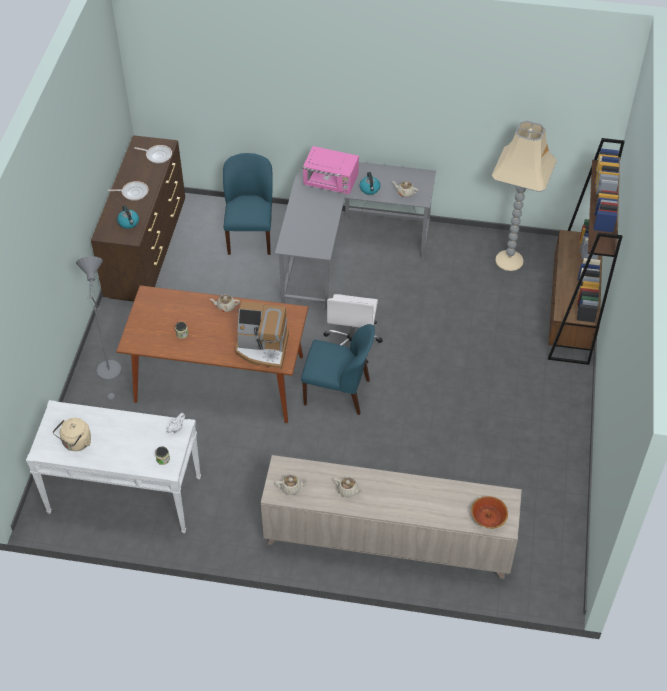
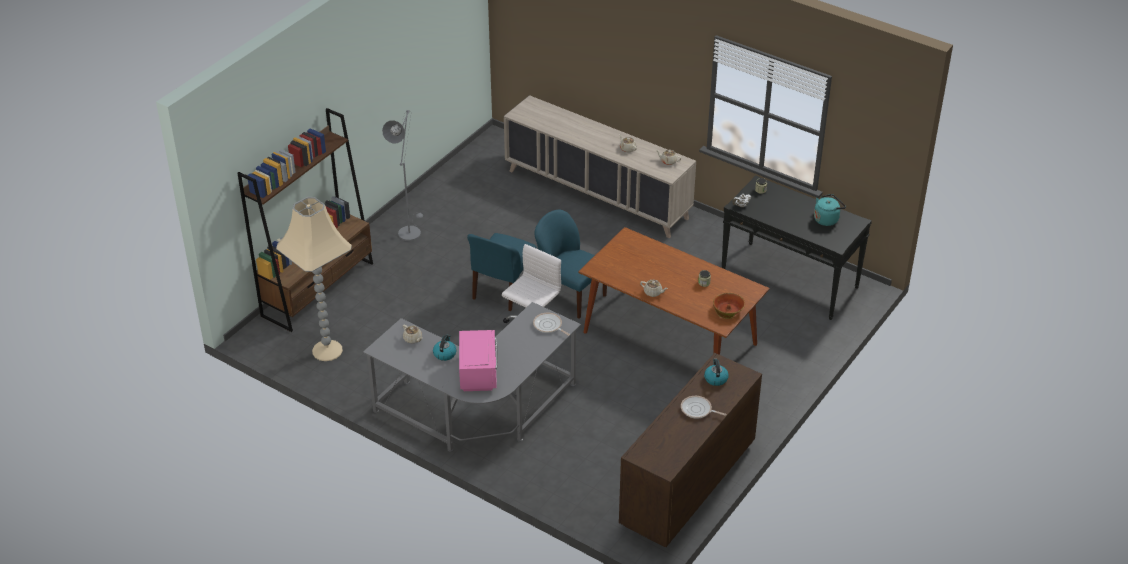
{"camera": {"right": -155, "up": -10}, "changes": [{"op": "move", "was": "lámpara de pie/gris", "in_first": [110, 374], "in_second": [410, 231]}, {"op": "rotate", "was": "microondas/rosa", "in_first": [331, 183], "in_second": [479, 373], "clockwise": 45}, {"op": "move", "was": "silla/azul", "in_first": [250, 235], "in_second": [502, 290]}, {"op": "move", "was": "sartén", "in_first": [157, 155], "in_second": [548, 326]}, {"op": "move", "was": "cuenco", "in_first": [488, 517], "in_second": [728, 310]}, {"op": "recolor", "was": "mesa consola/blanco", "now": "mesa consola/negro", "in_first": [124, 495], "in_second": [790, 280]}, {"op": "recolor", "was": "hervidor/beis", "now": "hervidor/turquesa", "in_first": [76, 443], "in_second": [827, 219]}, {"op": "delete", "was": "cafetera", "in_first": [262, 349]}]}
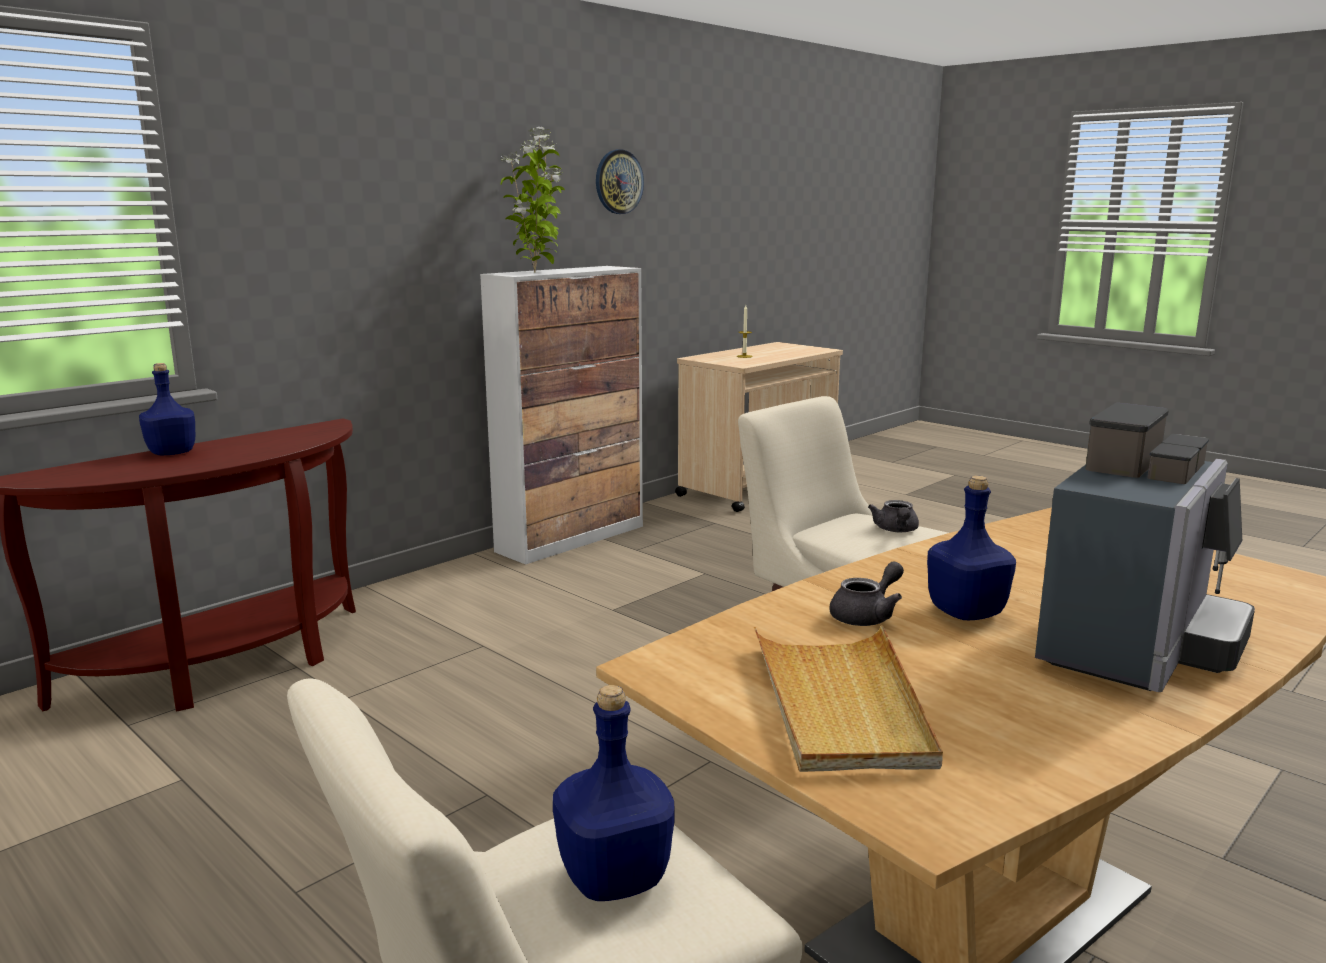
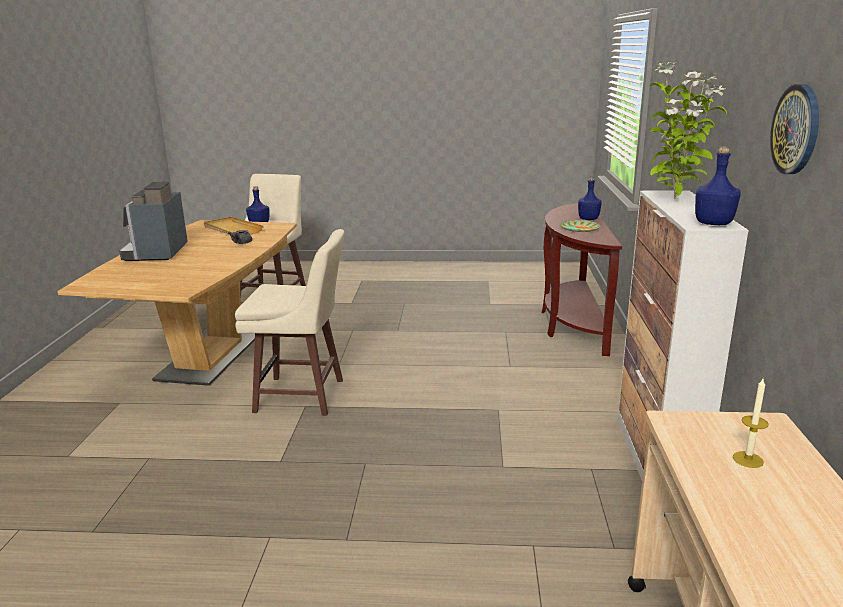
{"camera": {"right": 140, "up": 5}, "changes": [{"op": "insert", "now": "plato", "in_second": [579, 229]}, {"op": "move", "was": "botella/azul", "in_first": [965, 613], "in_second": [713, 223]}, {"op": "delete", "was": "tetera/gris", "in_first": [896, 530]}]}
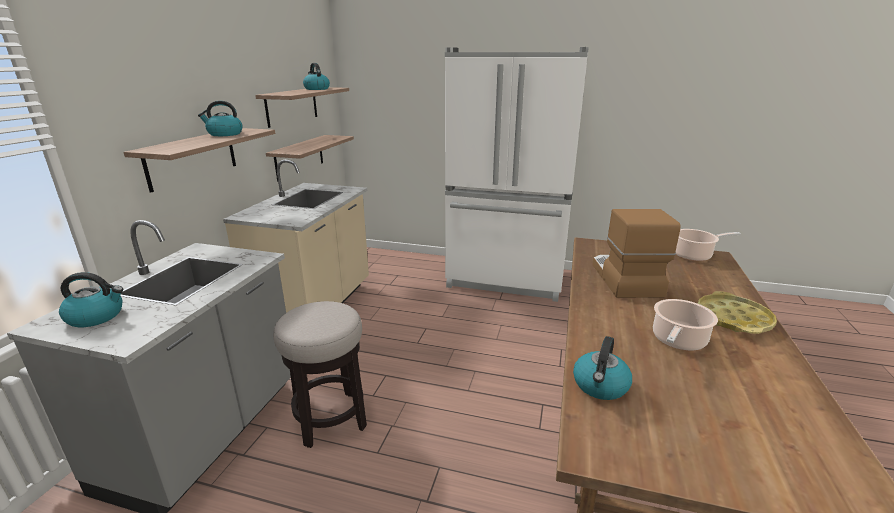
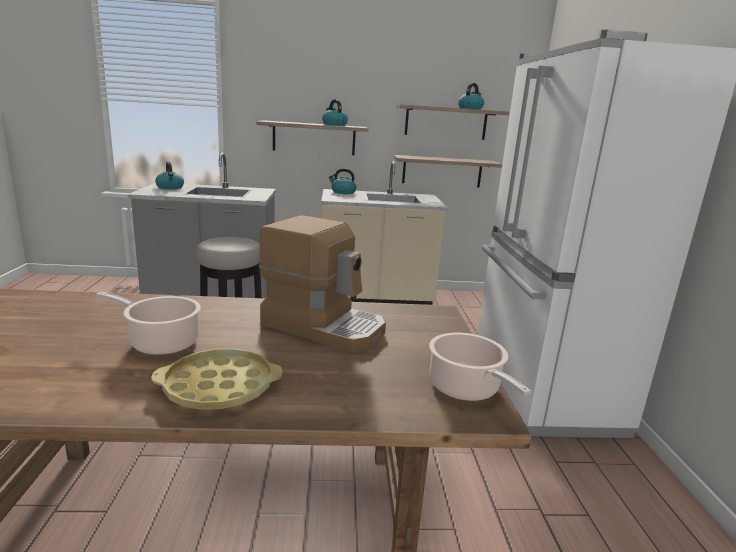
{"camera": {"right": 70, "up": -5}, "changes": [{"op": "rotate", "was": "cafetera", "in_first": [624, 279], "in_second": [324, 326], "clockwise": 45}, {"op": "move", "was": "hervidor", "in_first": [600, 386], "in_second": [343, 192]}]}
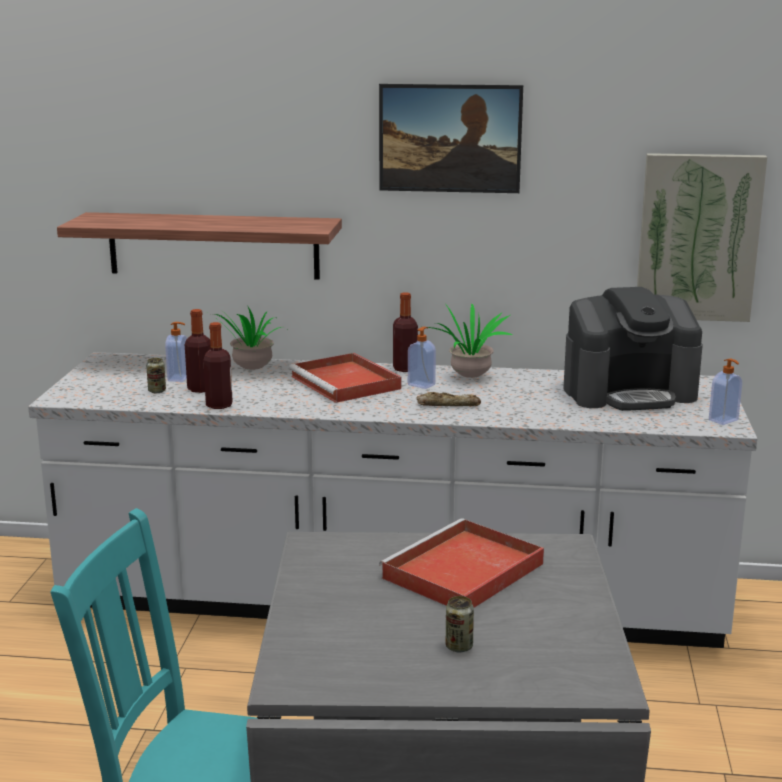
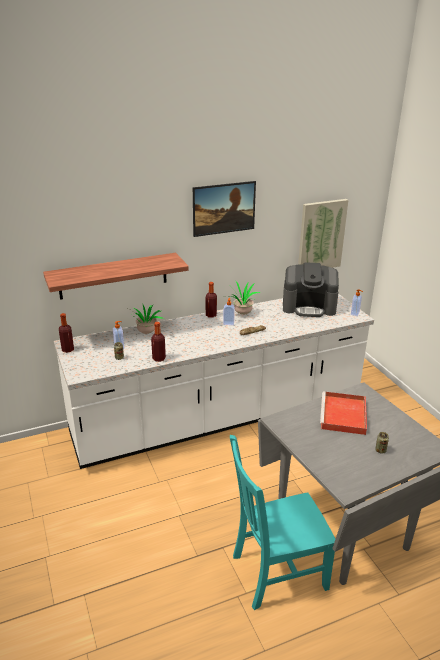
{"camera": {"right": -30, "up": 10}, "changes": [{"op": "move", "was": "botella", "in_first": [200, 389], "in_second": [67, 349]}, {"op": "rotate", "was": "cafetera", "in_first": [629, 392], "in_second": [309, 307], "clockwise": 45}, {"op": "delete", "was": "bandeja/rojo", "in_first": [347, 383]}]}
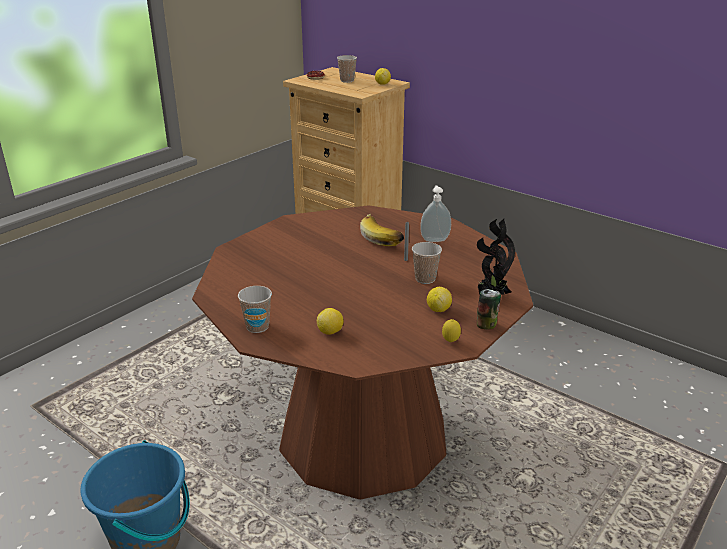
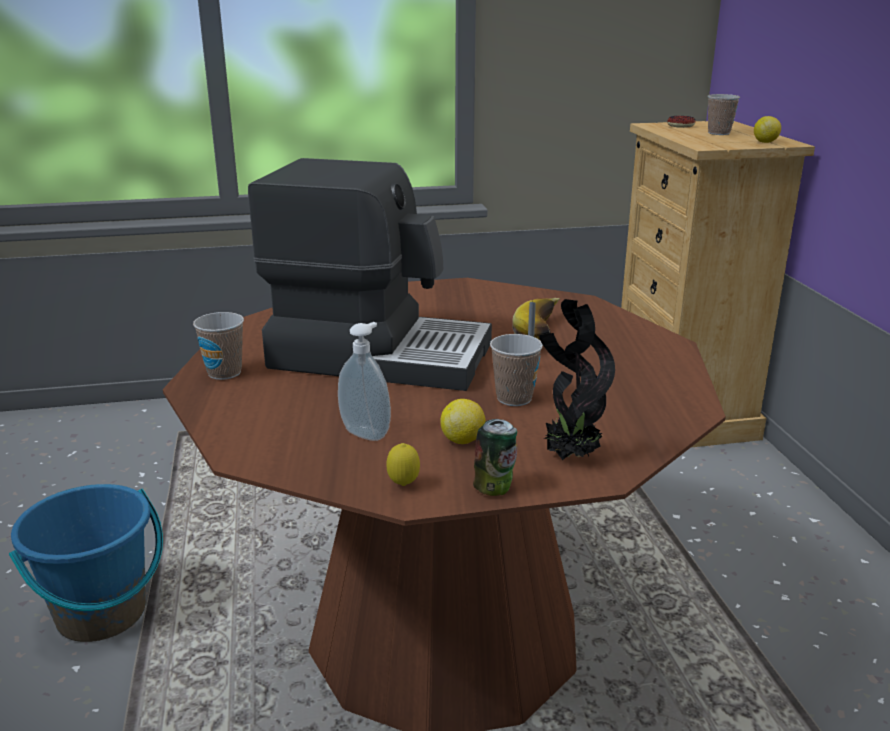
{"camera": {"right": 40, "up": -5}, "changes": [{"op": "insert", "now": "cafetera", "in_second": [379, 354]}, {"op": "move", "was": "dispensador de jabón", "in_first": [434, 239], "in_second": [367, 433]}, {"op": "delete", "was": "limón", "in_first": [330, 332]}]}
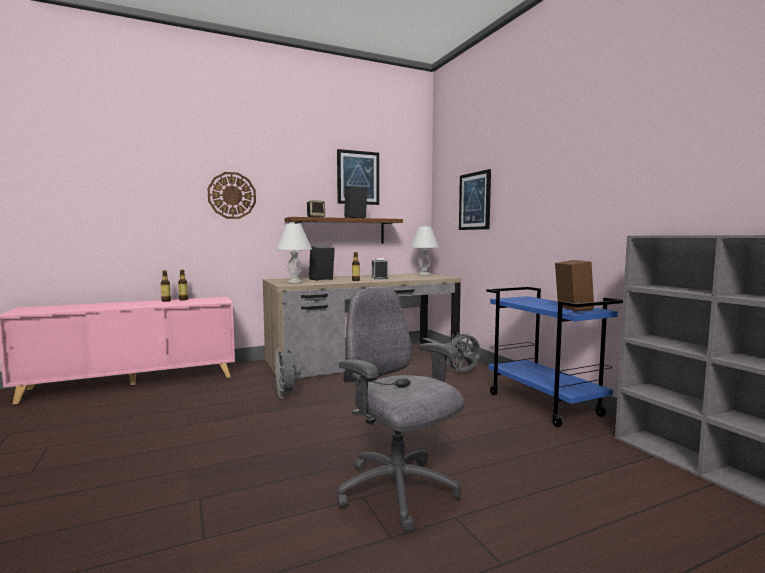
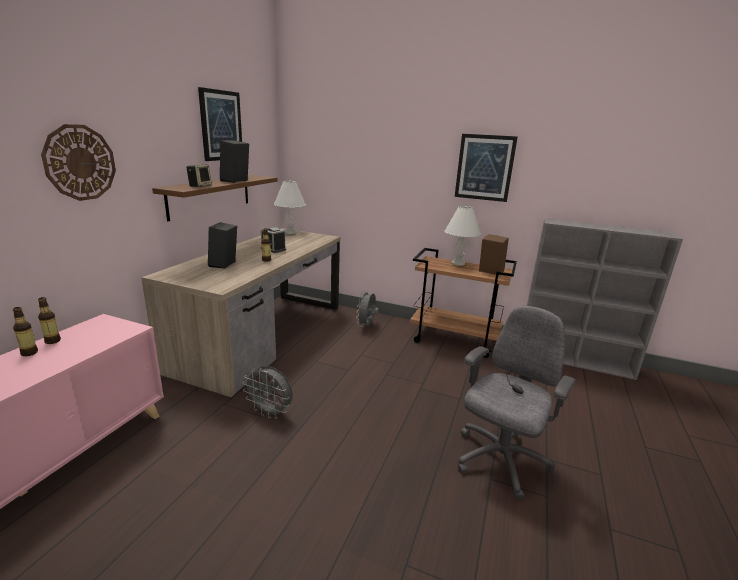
{"camera": {"right": -45, "up": 15}, "changes": [{"op": "recolor", "was": "carrito/azul", "now": "carrito/marrón", "in_first": [545, 405], "in_second": [455, 340]}, {"op": "move", "was": "lámpara de mesa/blanco", "in_first": [294, 282], "in_second": [458, 263]}, {"op": "move", "was": "cuadro", "in_first": [475, 201], "in_second": [484, 167]}, {"op": "rotate", "was": "silla de oficina/gris", "in_first": [398, 492], "in_second": [499, 460], "clockwise": 120}]}
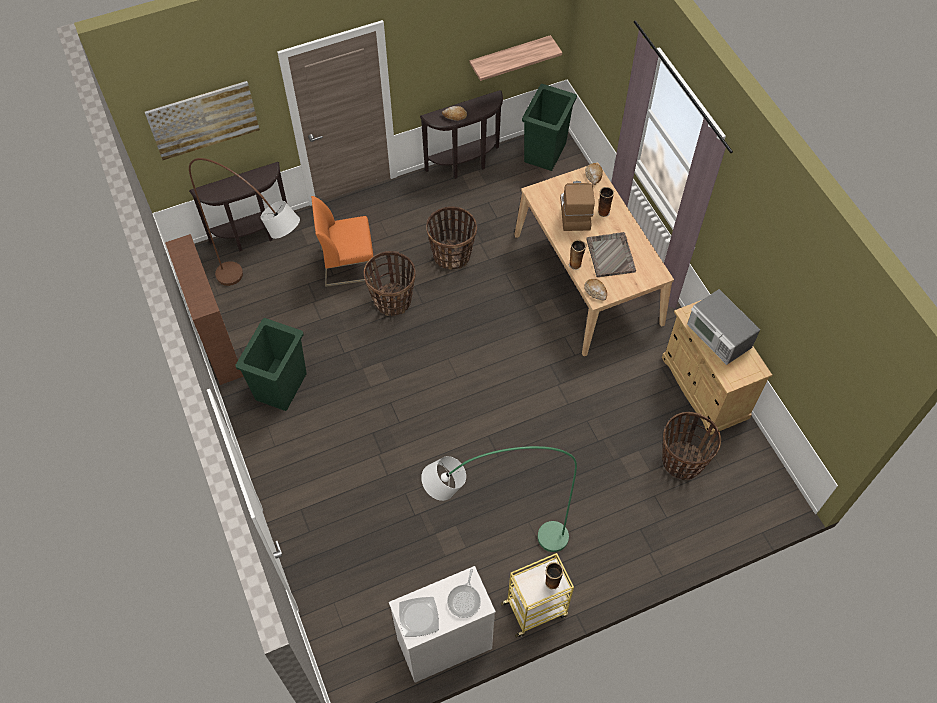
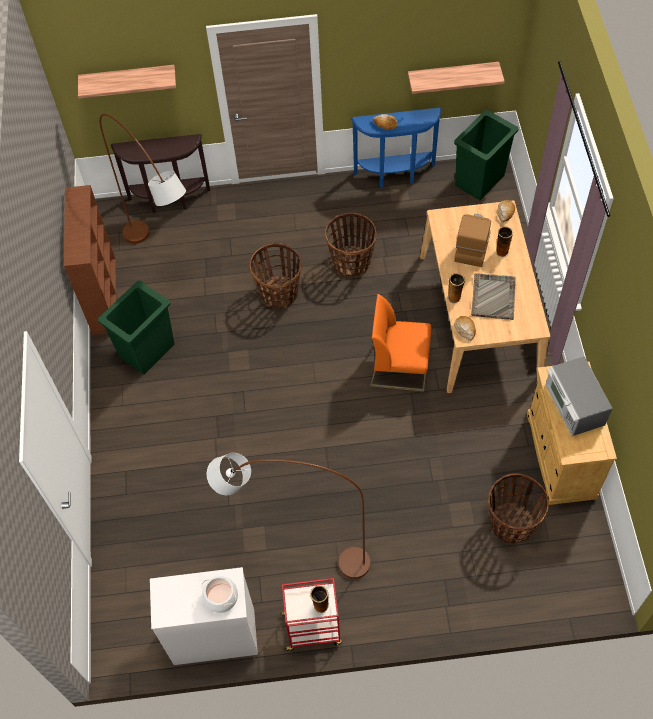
{"camera": {"right": 20, "up": 0}, "changes": [{"op": "replace", "was": "cuadro", "now": "estante", "in_first": [203, 120], "in_second": [128, 79]}, {"op": "replace", "was": "sartén", "now": "olla", "in_first": [464, 600], "in_second": [221, 597]}, {"op": "recolor", "was": "lámpara de pie/verde", "now": "lámpara de pie/marrón", "in_first": [494, 543], "in_second": [295, 554]}, {"op": "recolor", "was": "carrito/amarillo", "now": "carrito/rojo", "in_first": [535, 609], "in_second": [313, 628]}, {"op": "recolor", "was": "mesa consola/marrón", "now": "mesa consola/azul", "in_first": [465, 165], "in_second": [395, 176]}, {"op": "move", "was": "silla/naranja", "in_first": [348, 263], "in_second": [400, 366]}, {"op": "delete", "was": "plato", "in_first": [418, 617]}]}
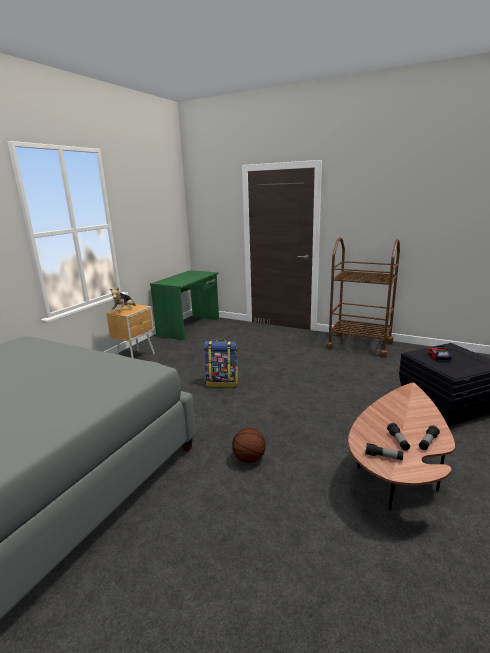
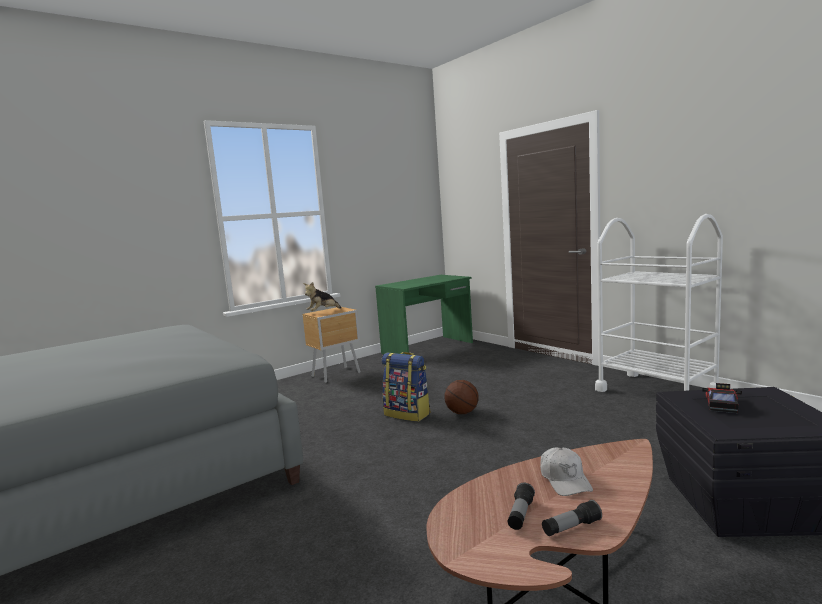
{"camera": {"right": 25, "up": -10}, "changes": [{"op": "move", "was": "balón de baloncesto", "in_first": [249, 459], "in_second": [462, 412]}, {"op": "insert", "now": "gorra/blanco", "in_second": [565, 480]}, {"op": "recolor", "was": "carrito/marrón", "now": "carrito/blanco", "in_first": [359, 345], "in_second": [656, 391]}, {"op": "delete", "was": "linterna", "in_first": [383, 457]}]}
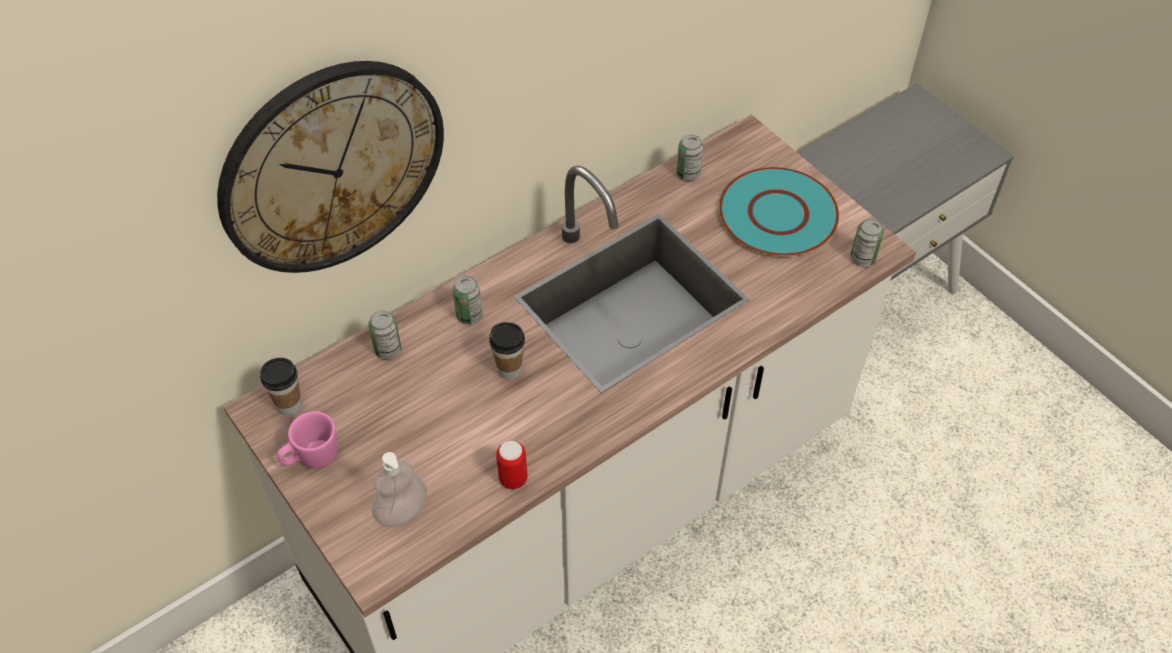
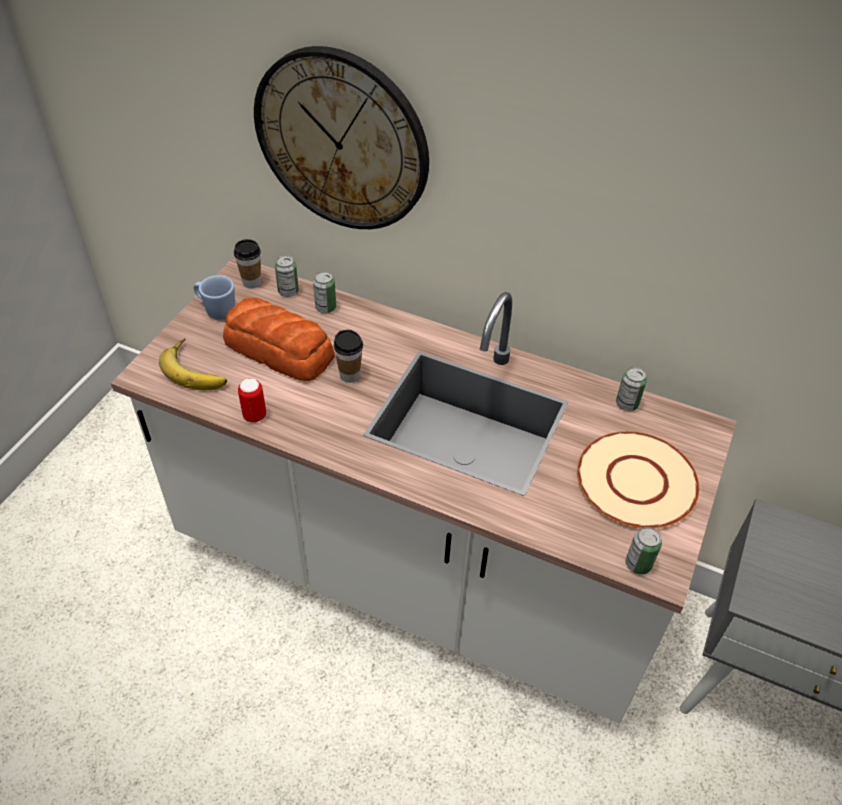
{"camera": {"right": 60, "up": -5}, "changes": [{"op": "replace", "was": "dispensador de jabón", "now": "plátano", "in_first": [402, 511], "in_second": [197, 369]}, {"op": "recolor", "was": "taza grande/rosa", "now": "taza grande/azul", "in_first": [312, 458], "in_second": [216, 310]}, {"op": "insert", "now": "pan", "in_second": [280, 350]}, {"op": "move", "was": "lata", "in_first": [469, 315], "in_second": [288, 291]}, {"op": "recolor", "was": "plato/turquesa", "now": "plato/beis", "in_first": [778, 215], "in_second": [635, 481]}]}
